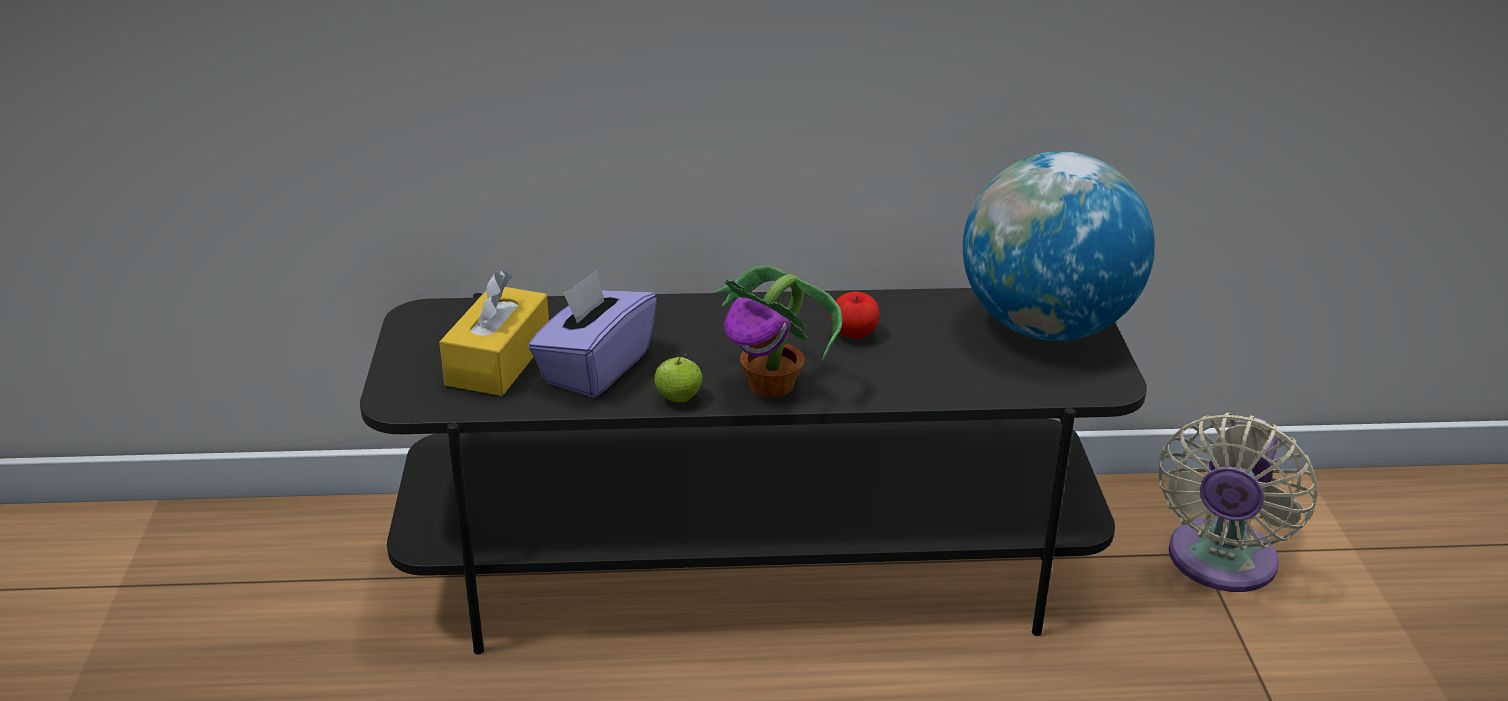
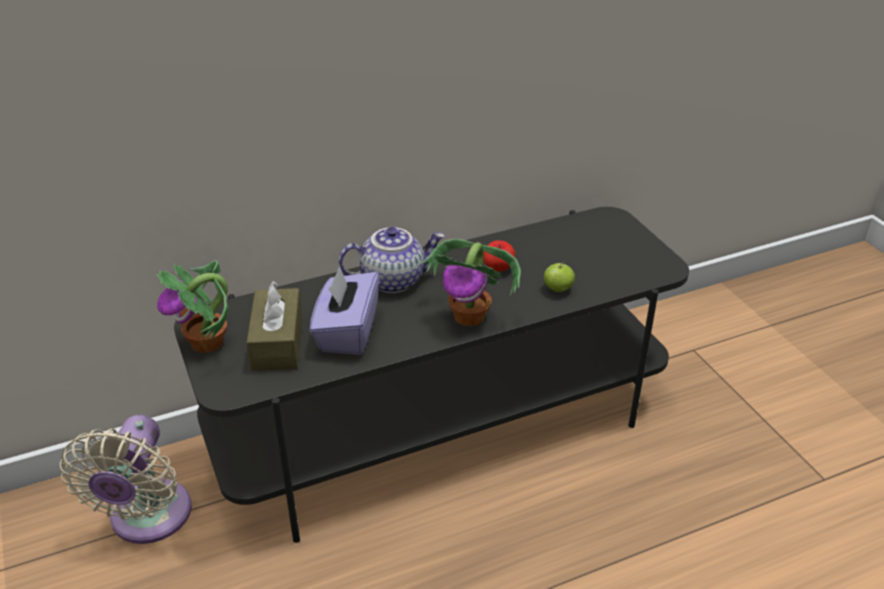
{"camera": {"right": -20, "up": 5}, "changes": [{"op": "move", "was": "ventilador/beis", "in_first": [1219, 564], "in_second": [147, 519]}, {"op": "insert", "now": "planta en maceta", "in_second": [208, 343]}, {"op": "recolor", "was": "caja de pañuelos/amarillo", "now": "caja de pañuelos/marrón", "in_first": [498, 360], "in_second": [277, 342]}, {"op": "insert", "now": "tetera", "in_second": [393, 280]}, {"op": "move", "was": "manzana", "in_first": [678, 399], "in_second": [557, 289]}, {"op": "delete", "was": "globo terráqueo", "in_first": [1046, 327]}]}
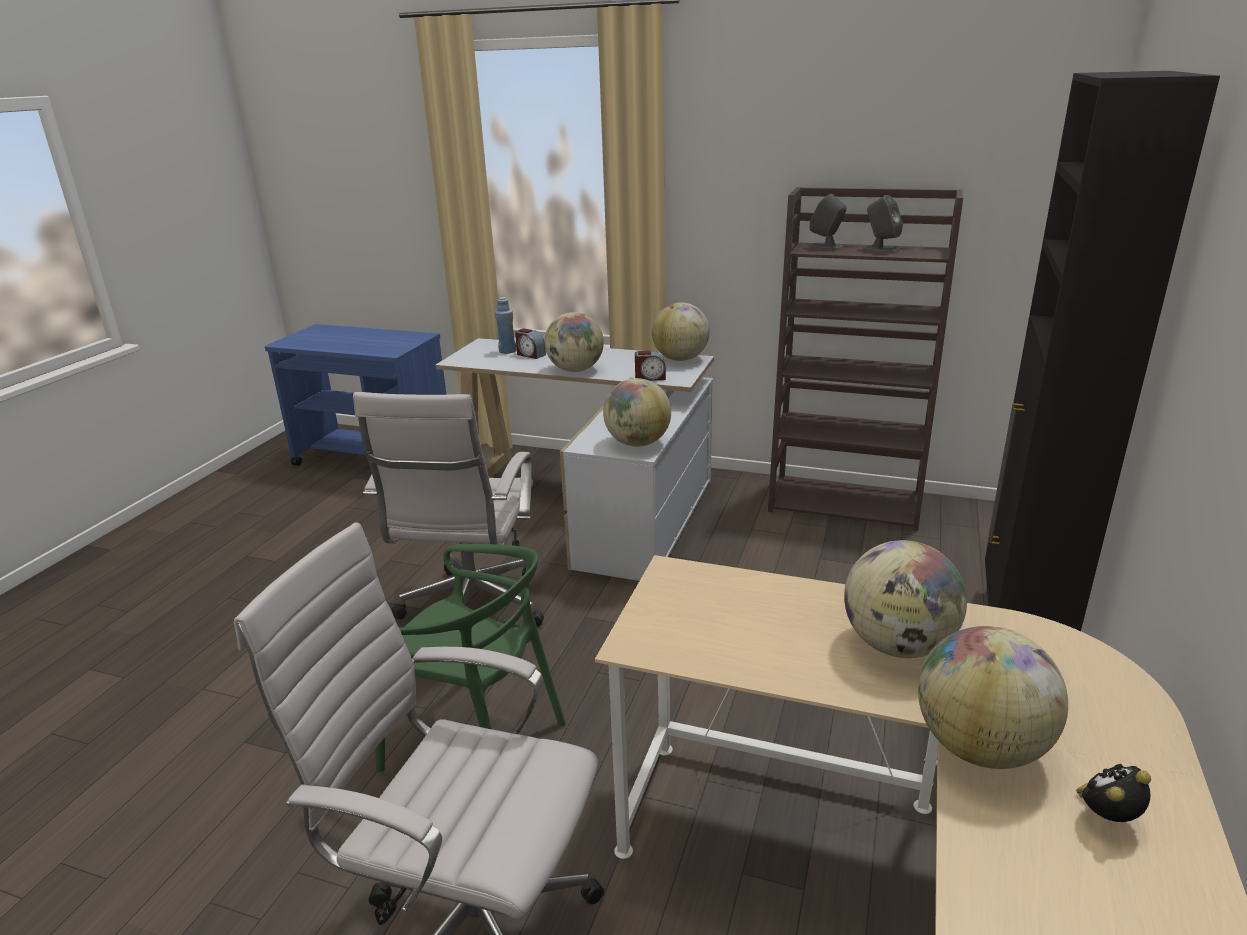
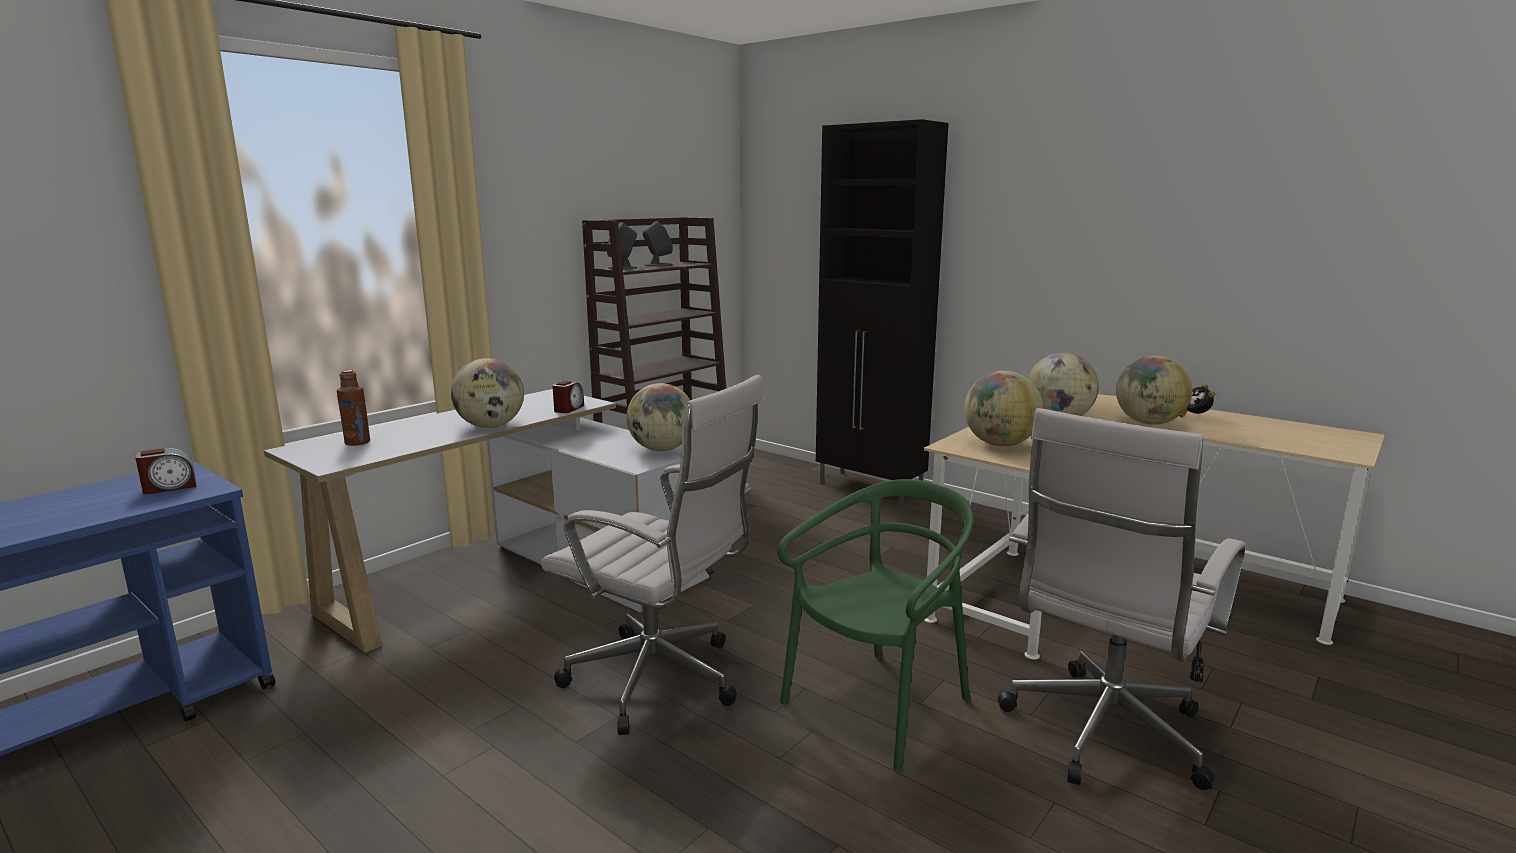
{"camera": {"right": -70, "up": -10}, "changes": [{"op": "move", "was": "despertador", "in_first": [530, 354], "in_second": [170, 487]}, {"op": "recolor", "was": "botella/azul", "now": "botella/marrón", "in_first": [507, 351], "in_second": [357, 442]}, {"op": "move", "was": "globo terráqueo", "in_first": [680, 359], "in_second": [999, 444]}]}
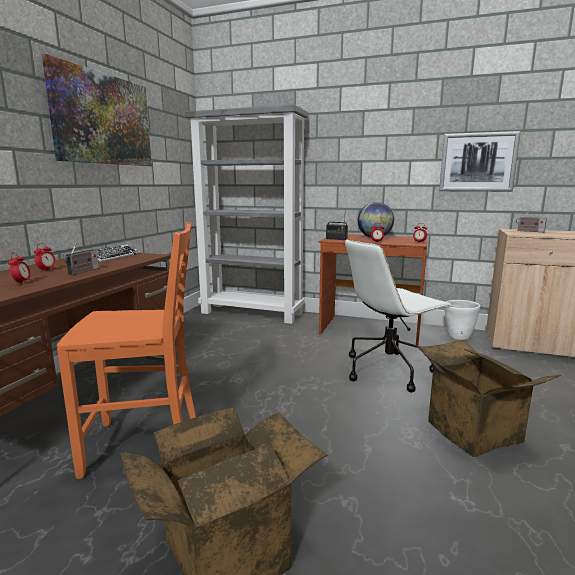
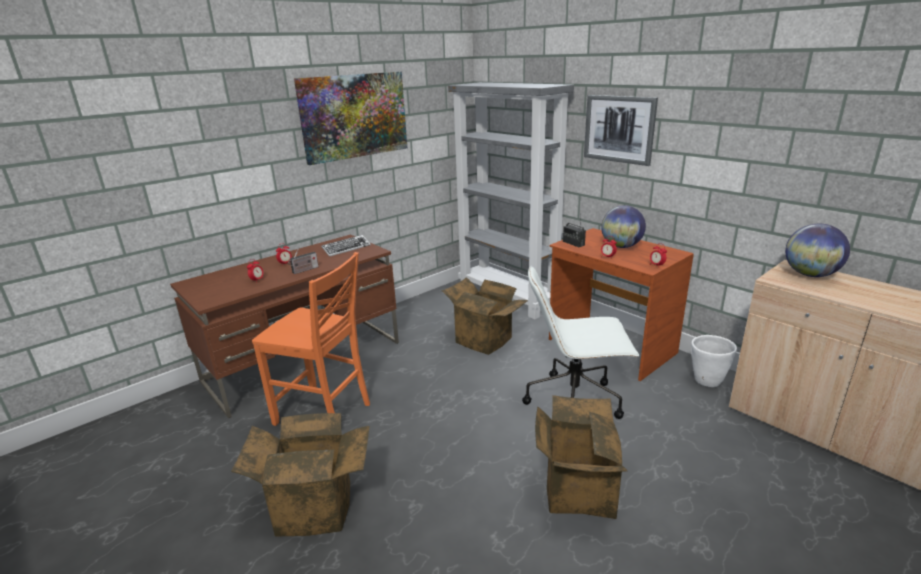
{"camera": {"right": 30, "up": 10}, "changes": [{"op": "insert", "now": "caja de cartón", "in_second": [486, 339]}, {"op": "move", "was": "cuadro", "in_first": [477, 162], "in_second": [619, 129]}, {"op": "replace", "was": "radio", "now": "globo terráqueo", "in_first": [529, 231], "in_second": [810, 275]}]}
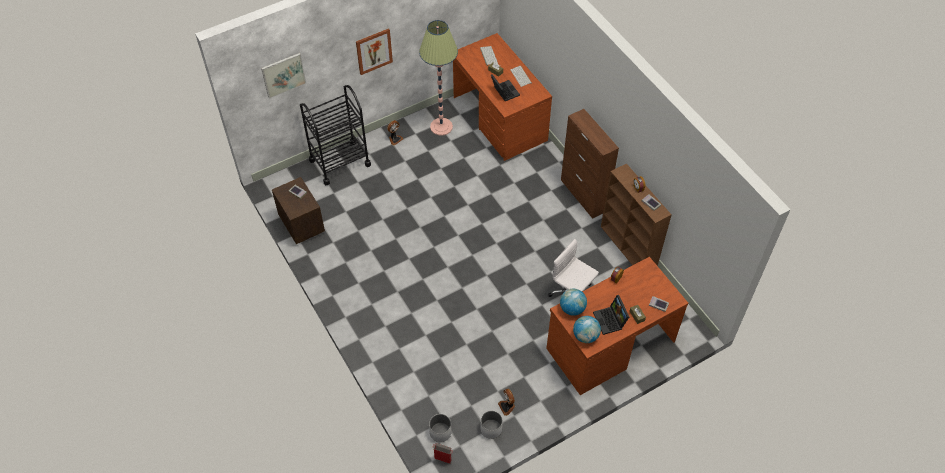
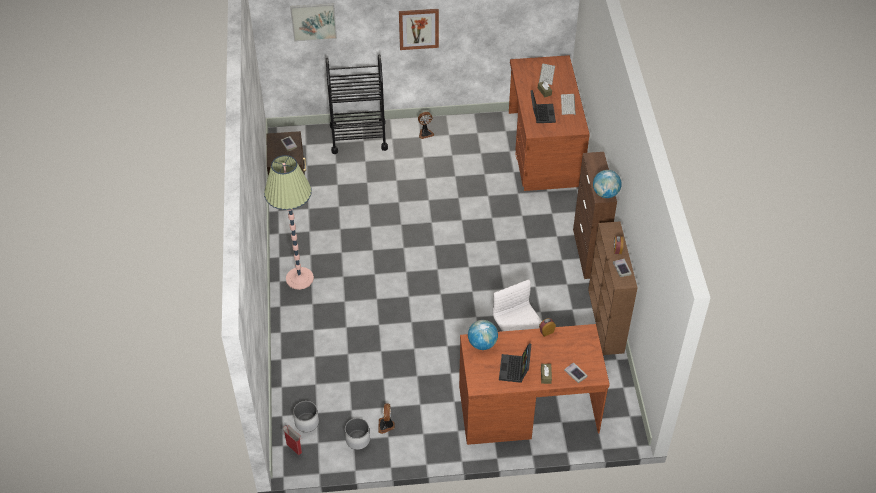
{"camera": {"right": 25, "up": -5}, "changes": [{"op": "move", "was": "lámpara de pie", "in_first": [441, 127], "in_second": [299, 278]}, {"op": "move", "was": "globo terráqueo", "in_first": [585, 336], "in_second": [605, 193]}]}
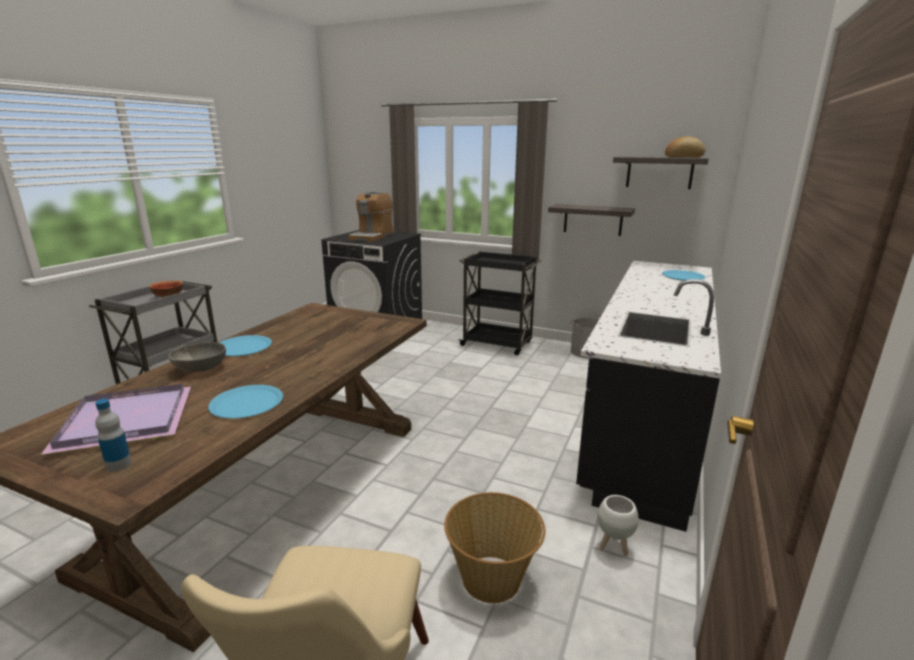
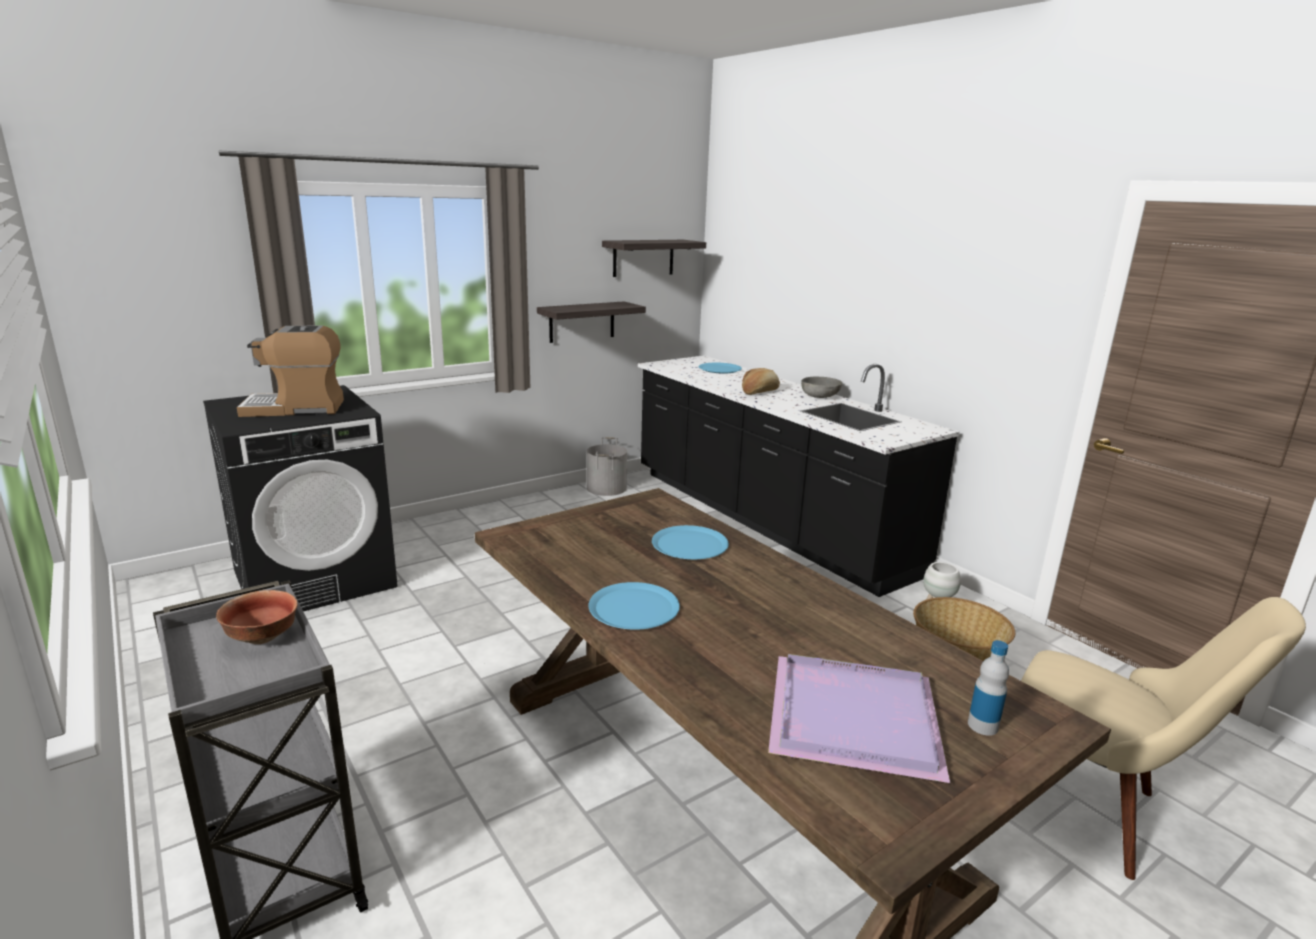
{"camera": {"right": -60, "up": 0}, "changes": [{"op": "rotate", "was": "cafetera", "in_first": [372, 237], "in_second": [296, 408], "clockwise": 120}, {"op": "move", "was": "plato/azul", "in_first": [247, 403], "in_second": [690, 544]}, {"op": "move", "was": "pan", "in_first": [683, 157], "in_second": [759, 392]}, {"op": "move", "was": "cuenco/gris", "in_first": [201, 368], "in_second": [820, 396]}, {"op": "delete", "was": "carrito/negro", "in_first": [497, 344]}]}
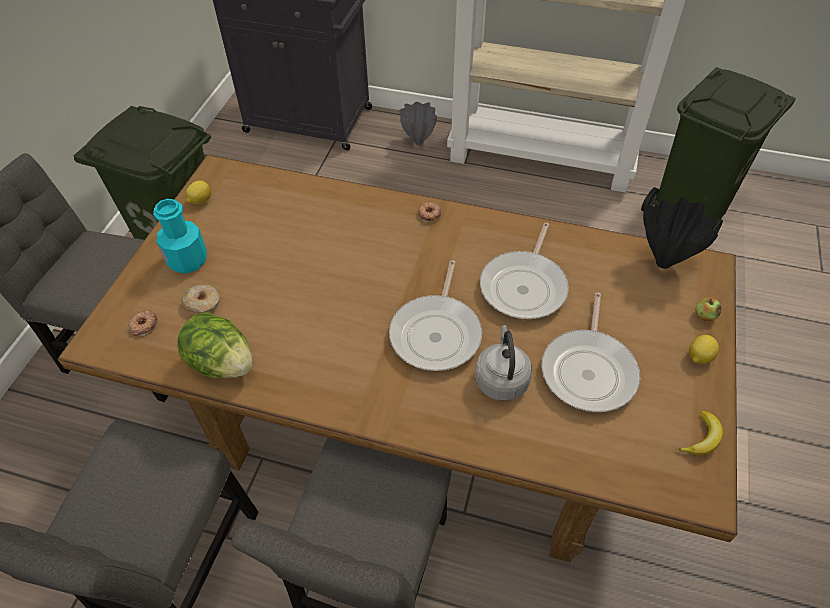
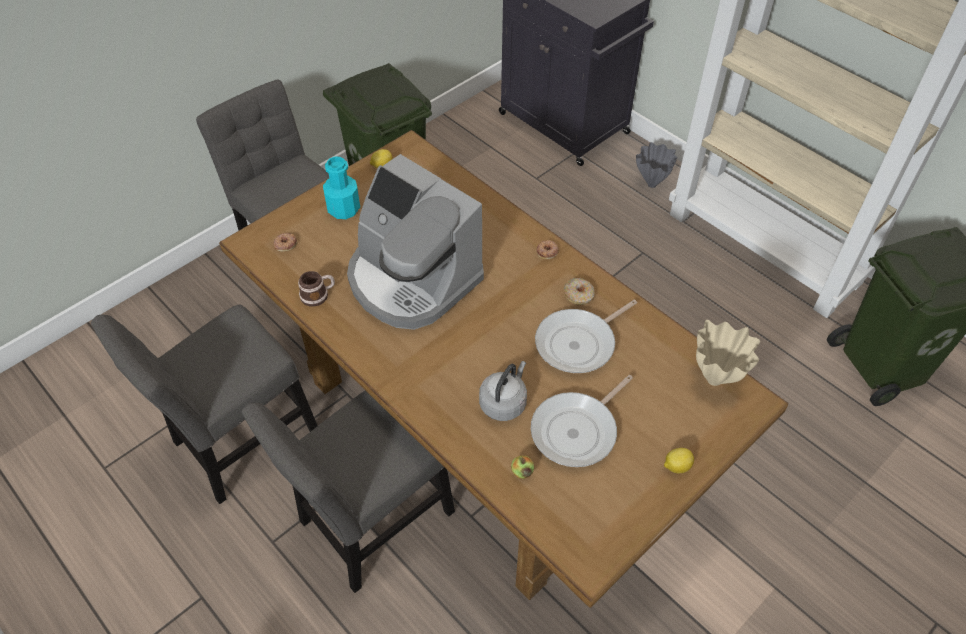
{"camera": {"right": 30, "up": 0}, "changes": [{"op": "replace", "was": "lechuga", "now": "taza grande", "in_first": [222, 363], "in_second": [318, 295]}, {"op": "insert", "now": "cafetera", "in_second": [411, 280]}, {"op": "move", "was": "manzana", "in_first": [704, 316], "in_second": [522, 472]}, {"op": "move", "was": "rosquilla", "in_first": [203, 304], "in_second": [579, 295]}, {"op": "recolor", "was": "florero/negro", "now": "florero/beis", "in_first": [664, 263], "in_second": [714, 381]}, {"op": "delete", "was": "sartén", "in_first": [437, 333]}, {"op": "delete", "was": "plátano", "in_first": [701, 438]}]}
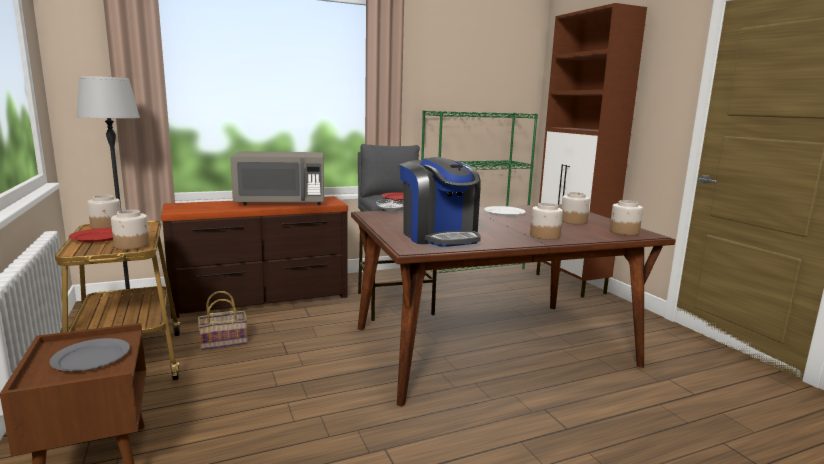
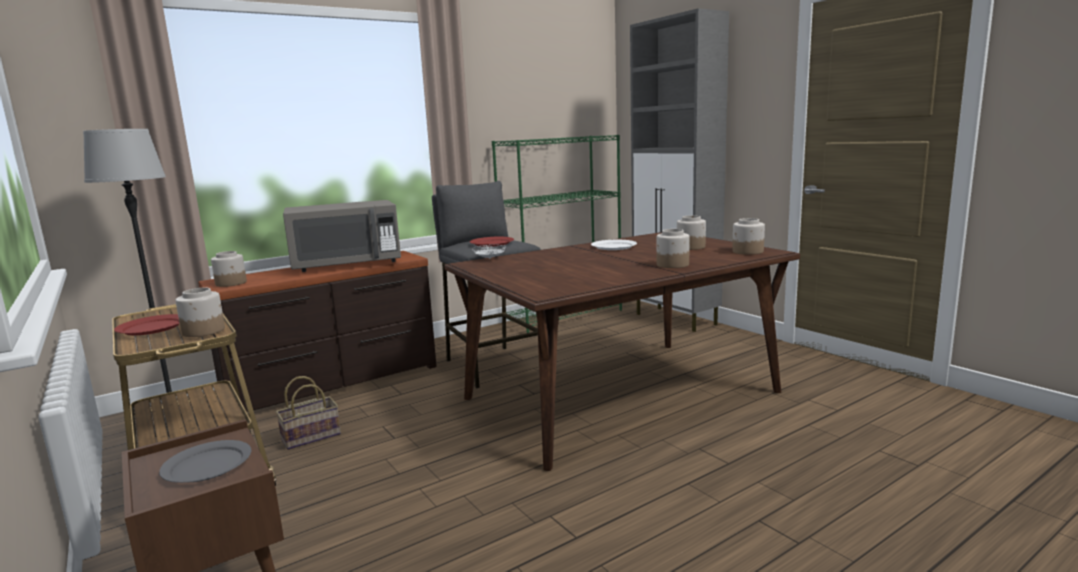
{"camera": {"right": -10, "up": 0}, "changes": [{"op": "move", "was": "tarro", "in_first": [106, 226], "in_second": [231, 283]}, {"op": "recolor", "was": "armario/marrón", "now": "armario/gris", "in_first": [570, 284], "in_second": [676, 319]}, {"op": "delete", "was": "cafetera", "in_first": [439, 236]}]}
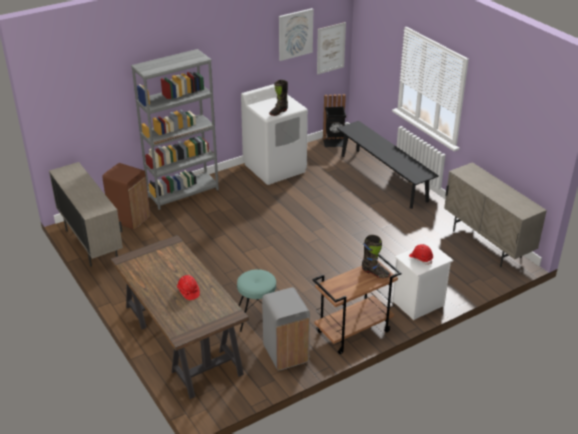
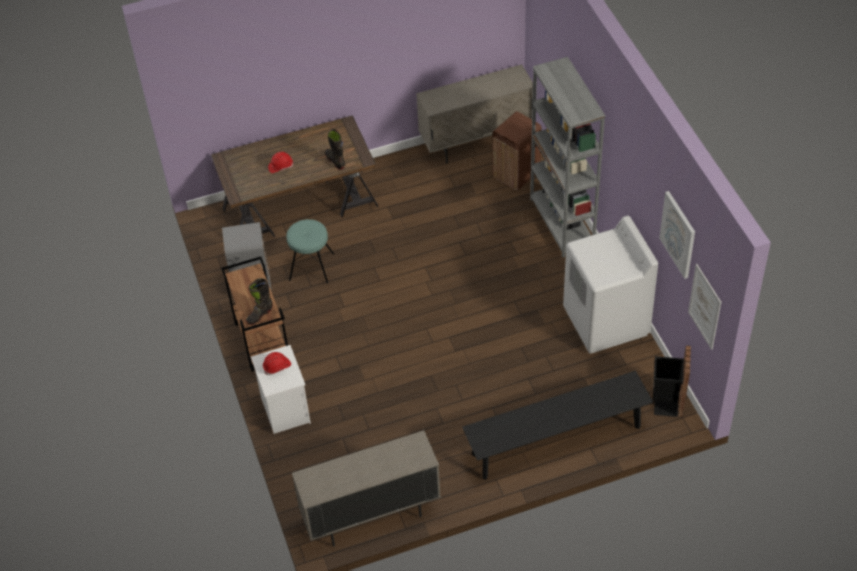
{"camera": {"right": 105, "up": 15}, "changes": [{"op": "move", "was": "bota/negro", "in_first": [278, 112], "in_second": [335, 161]}]}
